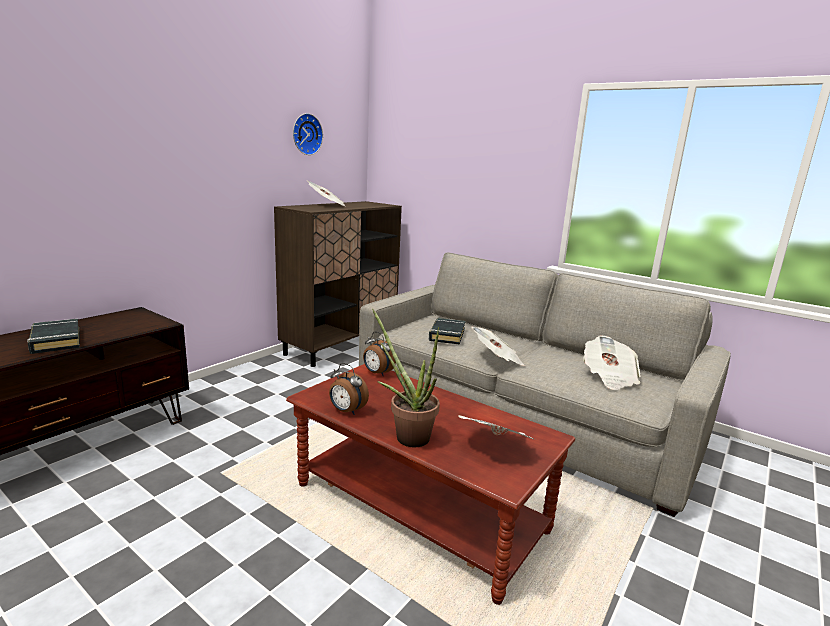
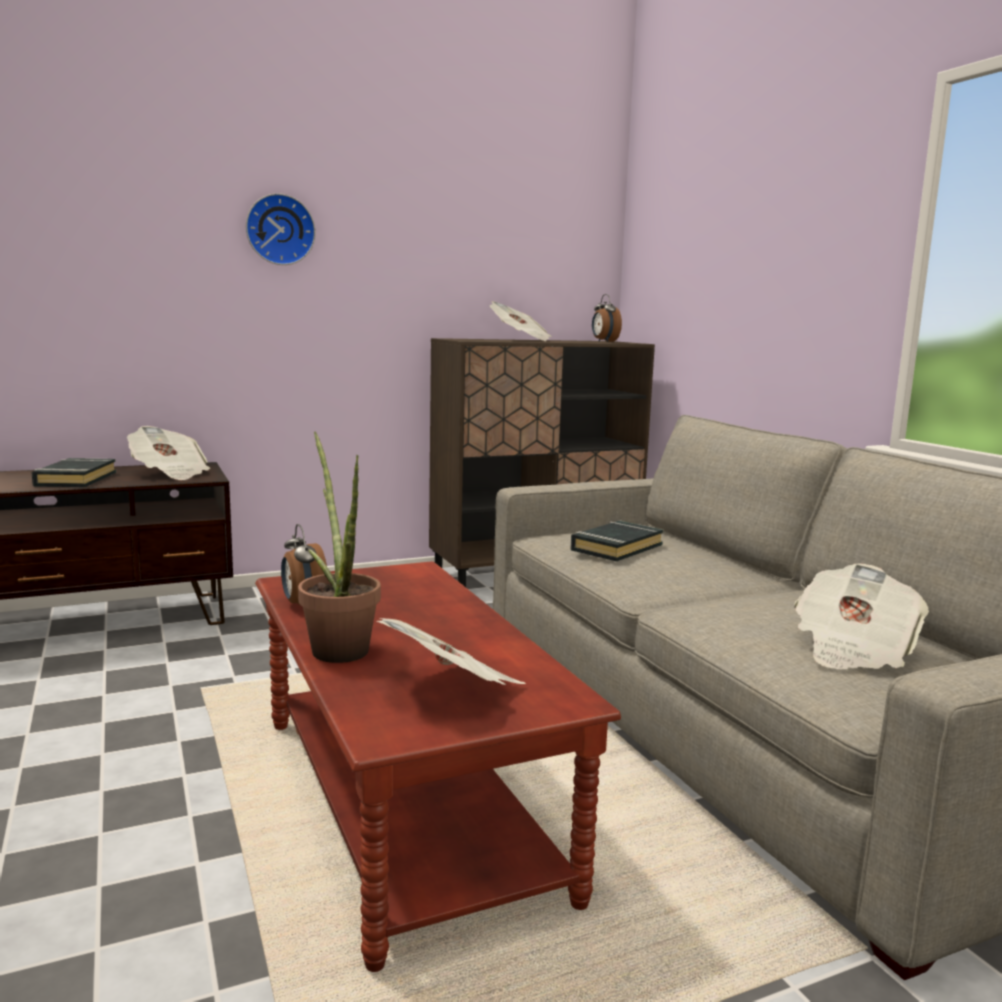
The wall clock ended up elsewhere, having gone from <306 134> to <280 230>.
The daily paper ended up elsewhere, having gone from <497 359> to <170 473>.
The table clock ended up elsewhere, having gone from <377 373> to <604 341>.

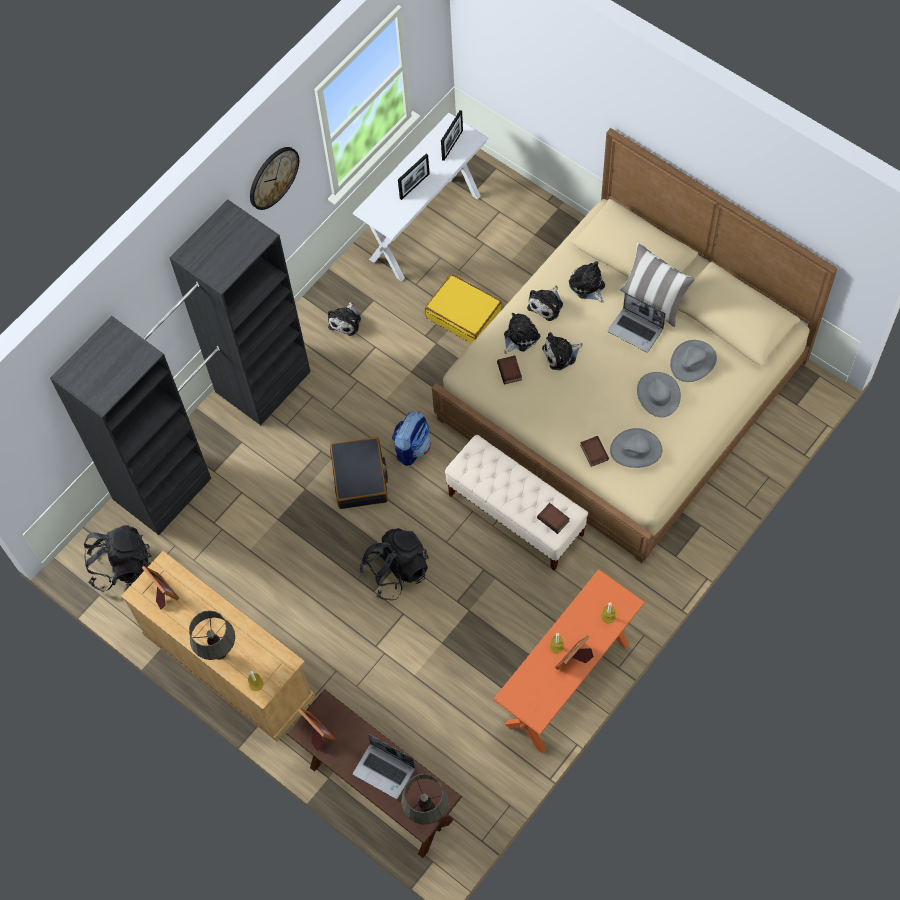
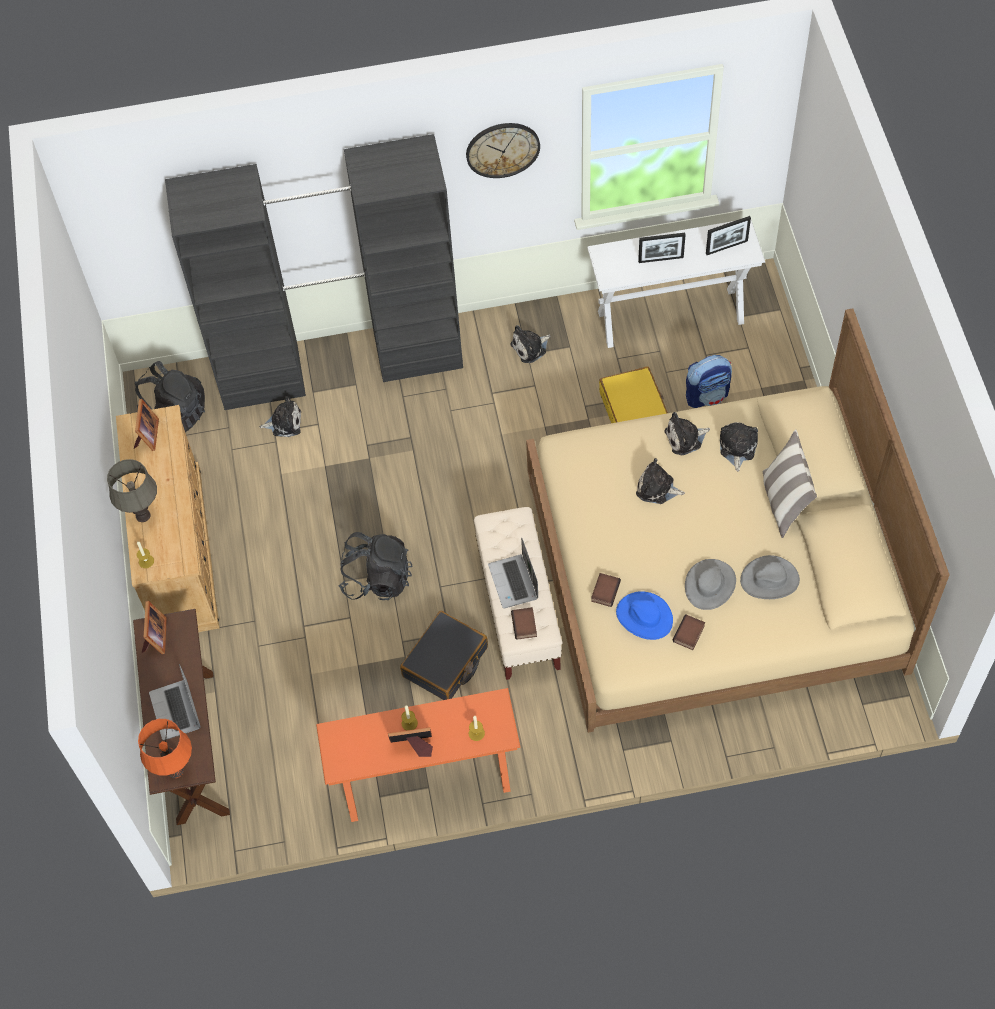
The laptop ended up elsewhere, having gone from <636 330> to <514 582>.
The soft toy ended up elsewhere, having gone from <519 337> to <284 423>.
The book ended up elsewhere, having gone from <510 371> to <689 634>.
The backpack ended up elsewhere, having gone from <412 447> to <707 395>.
What was the hat in grey at <636 450> turned into the hat in blue at <644 616>.
The suitcase in black ended up elsewhere, having gone from <360 477> to <445 662>.
What was the table lamp in grey at <427 812> turned into the table lamp in orange-coloured at <175 771>.

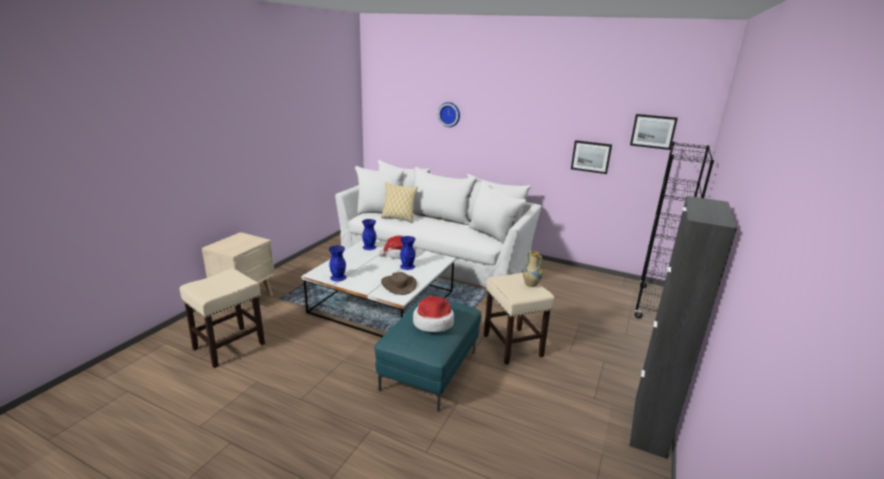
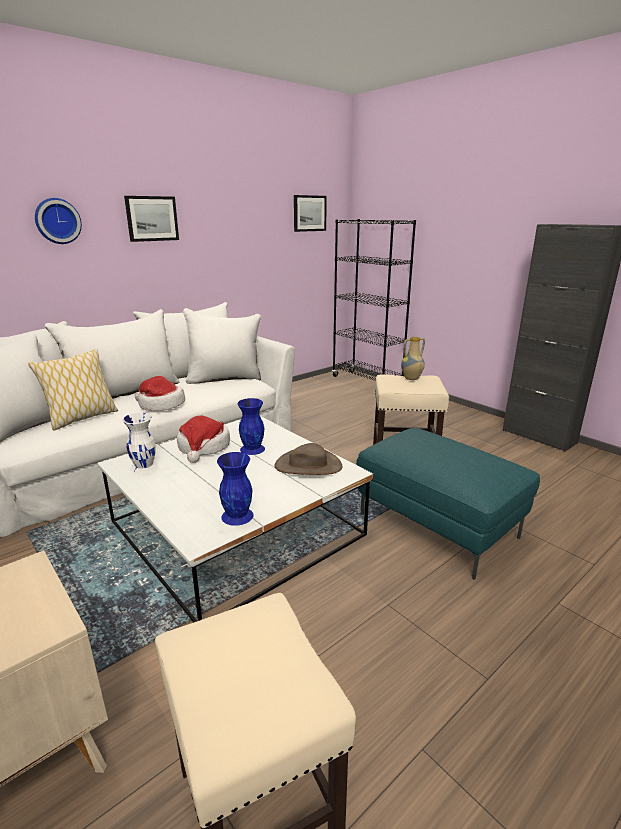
The wall art ended up elsewhere, having gone from <591 156> to <152 218>.
What was the vase in blue at <369 247> turned into the vase in white at <144 467>.
The hat ended up elsewhere, having gone from <433 322> to <160 405>.

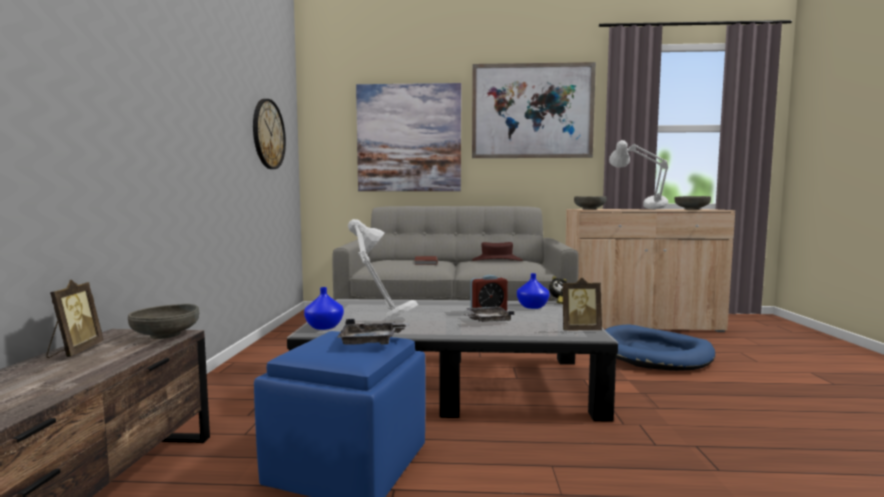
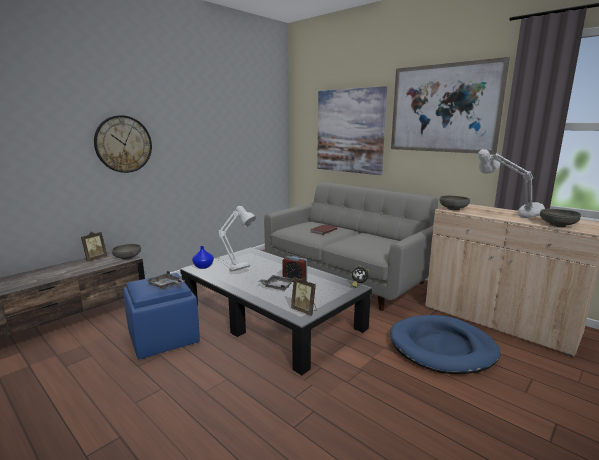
The wall clock ended up elsewhere, having gone from <268 134> to <123 144>.
The second view lost the hat in brown at <497 260>.
The second view lost the vase in blue at <532 306>.

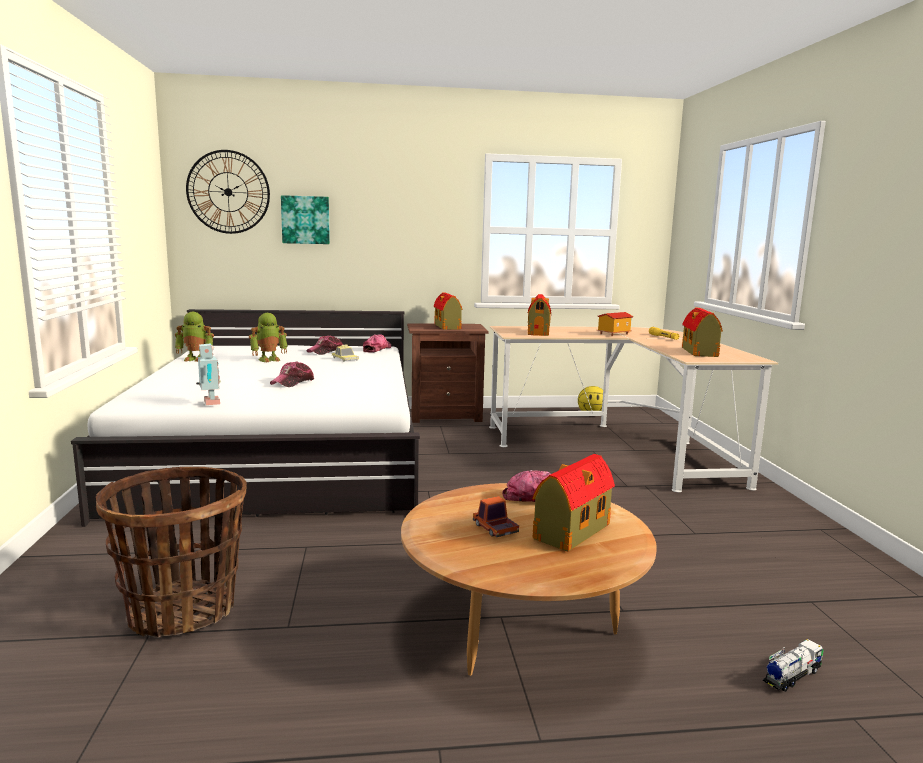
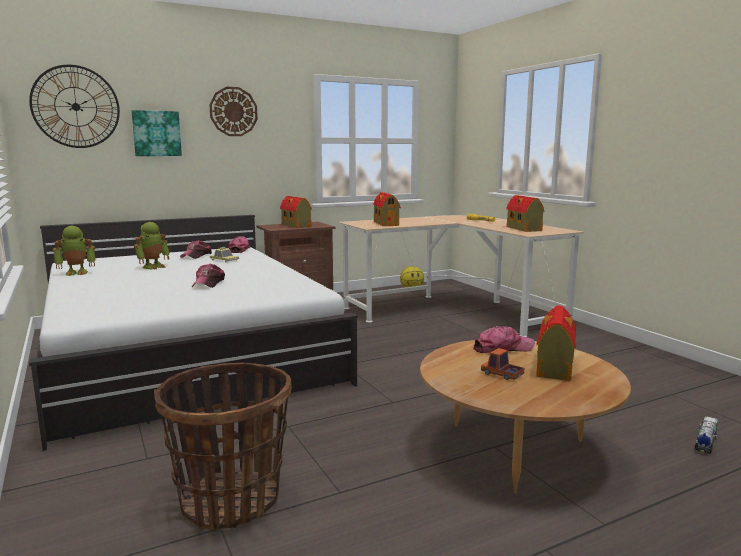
The second view lost the model house at <613 334>.
The second view lost the robot figure at <209 403>.
The second view gained the wall clock at <233 111>.

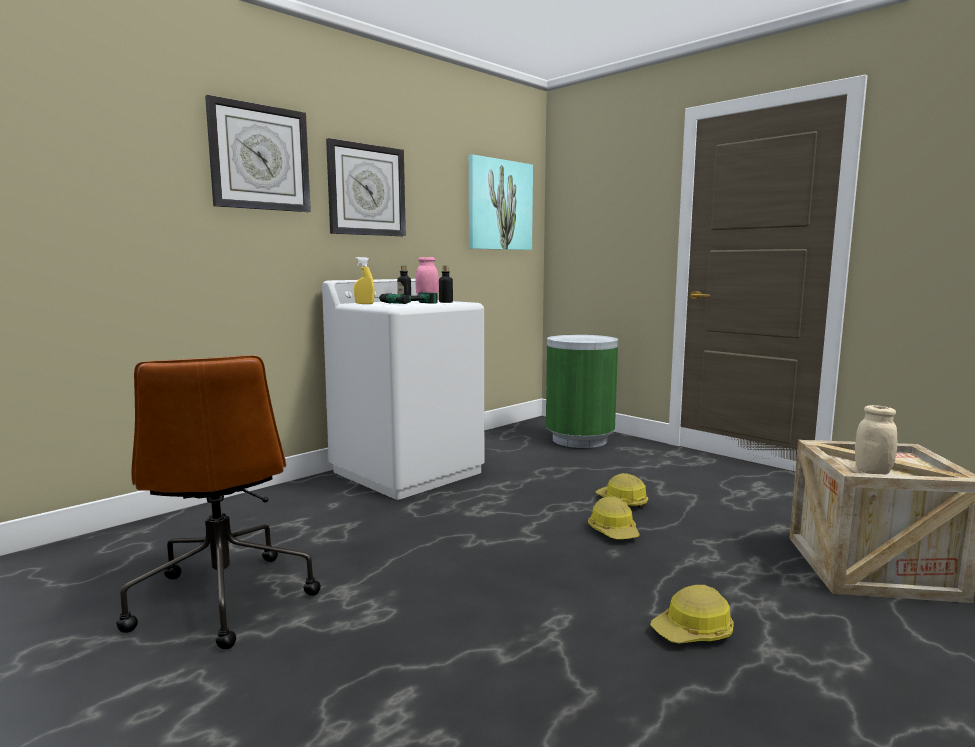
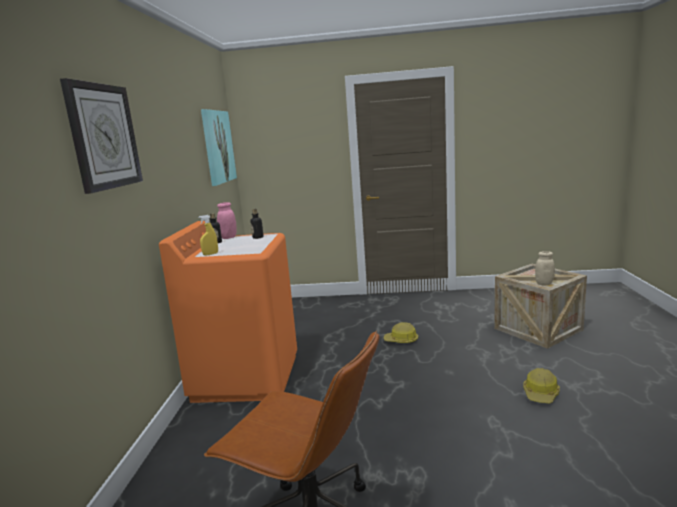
The second view lost the wall clock at <366 190>.
What was the laundry appliance in white at <408 472> turned into the laundry appliance in orange-coloured at <246 376>.
The second view lost the electric drill at <403 303>.
The second view lost the rubbish bin in greenish at <580 440>.
The second view lost the safety helmet at <614 531>.

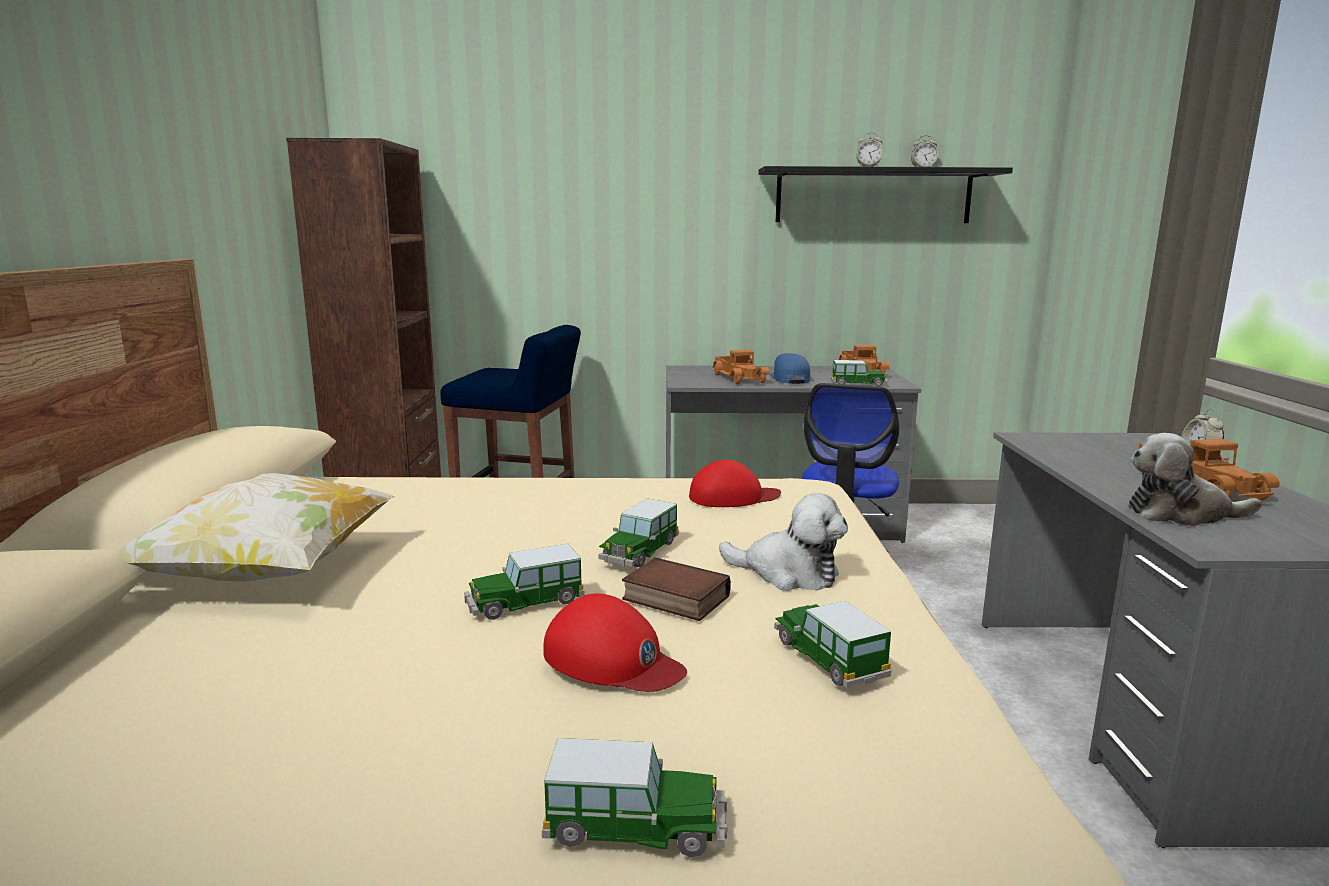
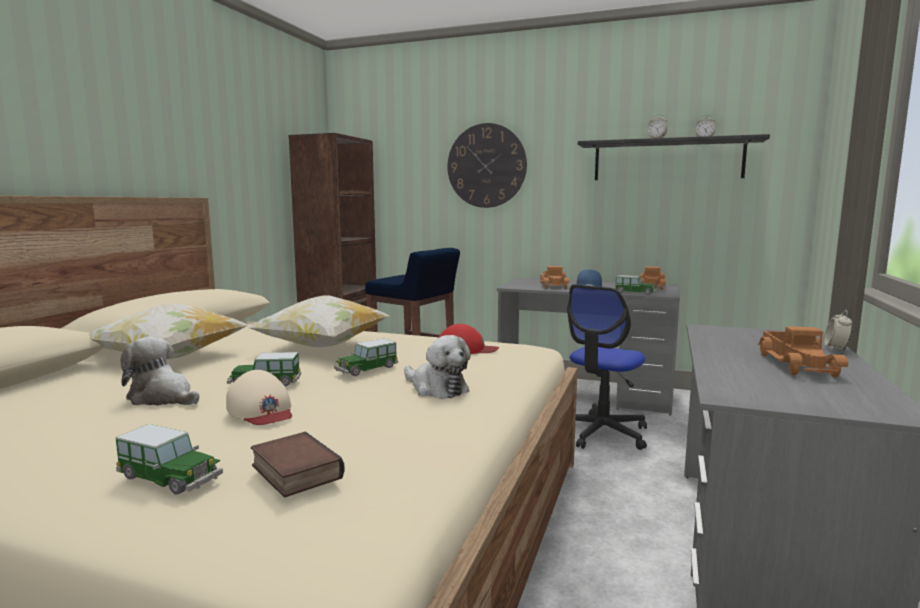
The soft toy ended up elsewhere, having gone from <1181 514> to <163 398>.
The book ended up elsewhere, having gone from <673 598> to <293 472>.
What was the peaked cap in reddish at <612 660> turned into the peaked cap in beige-coloured at <261 410>.
The second view lost the toy car at <828 658>.
The second view gained the wall clock at <486 166>.
The second view gained the pillow at <322 346>.

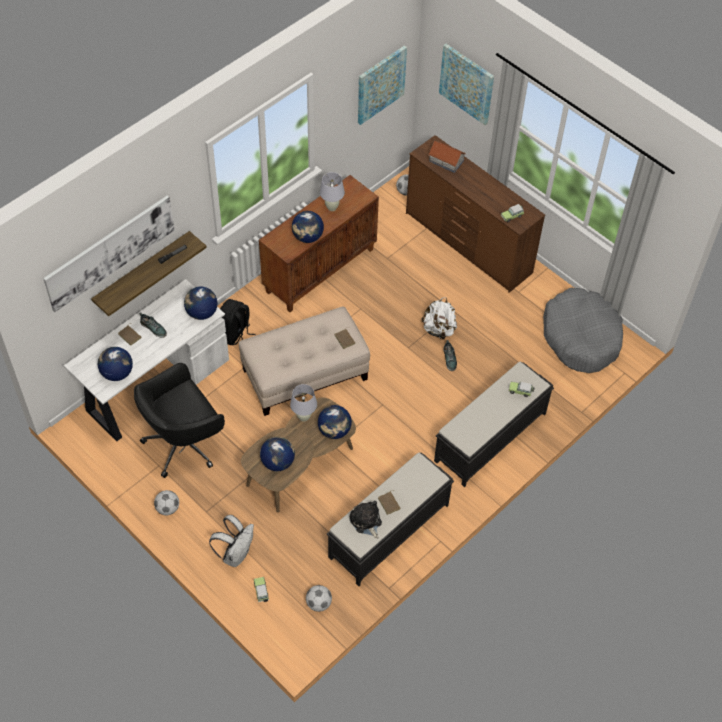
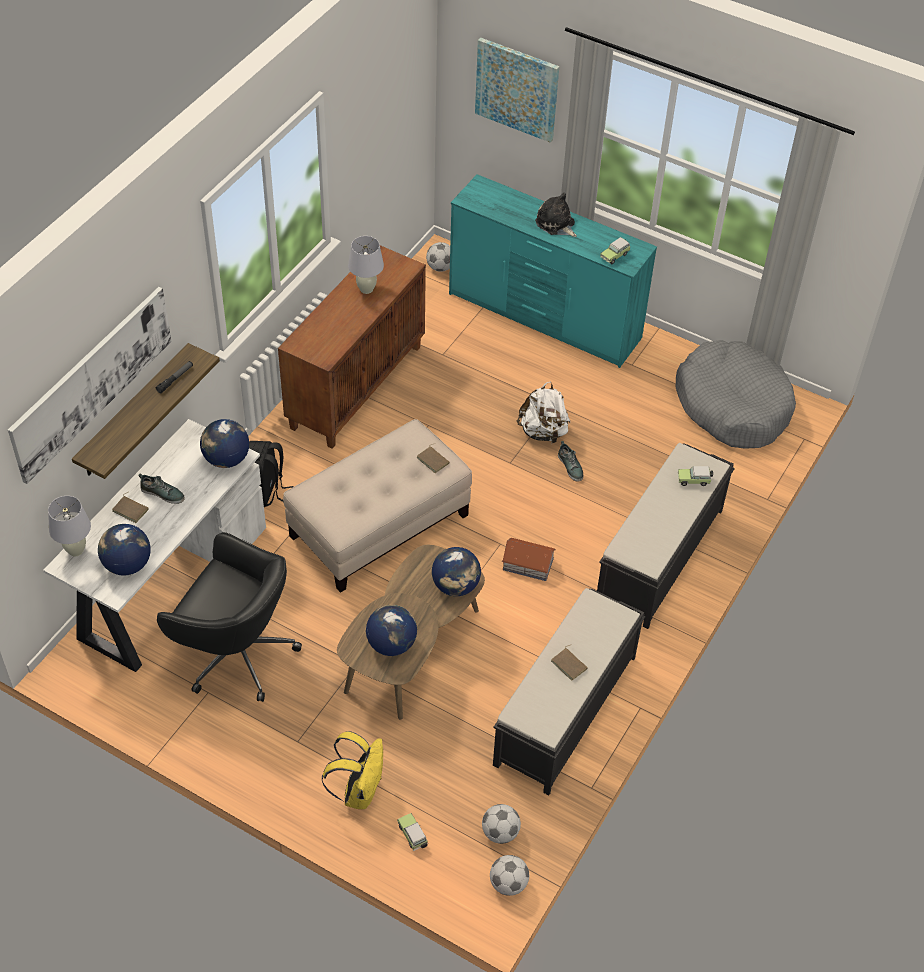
The second view lost the wall art at <380 84>.
What was the chest of drawers in brown at <468 243> turned into the chest of drawers in turquoise-coloured at <544 317>.
The model house ended up elsewhere, having gone from <446 161> to <528 564>.
The second view lost the world globe at <308 237>.
The desk chair in black at <184 443> ended up facing another way, 105 degrees counterclockwise from before.
The table lamp in white ended up elsewhere, having gone from <304 417> to <76 550>.
The football ended up elsewhere, having gone from <167 508> to <508 884>.
The soft toy ended up elsewhere, having gone from <366 522> to <556 224>.
What was the backpack in white at <236 554> turned into the backpack in yellow at <359 791>.

